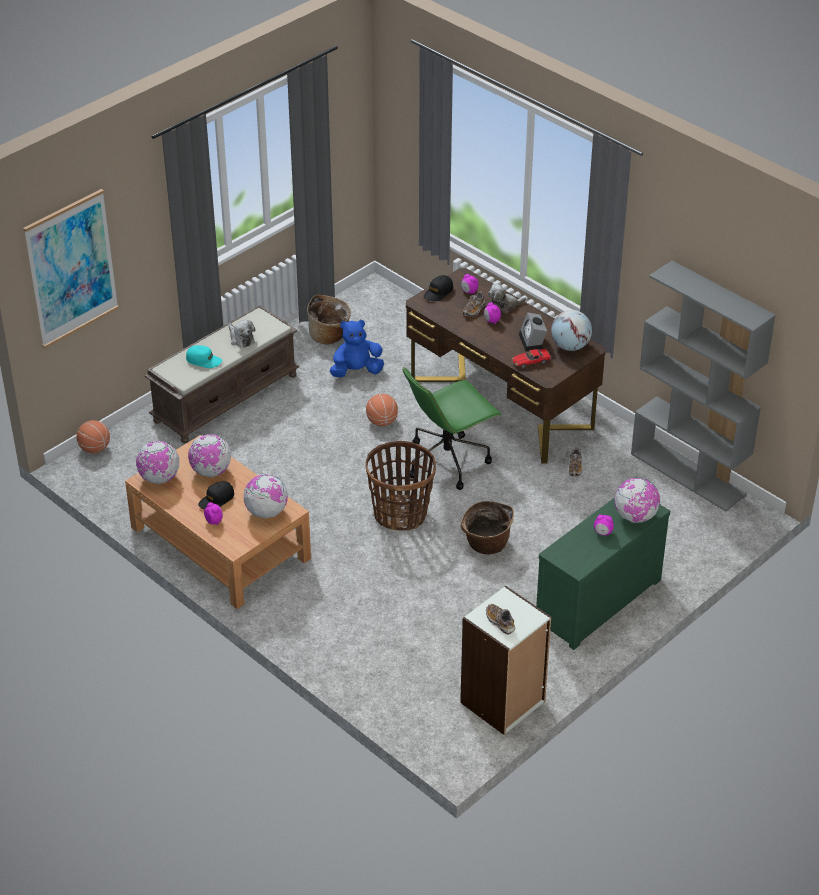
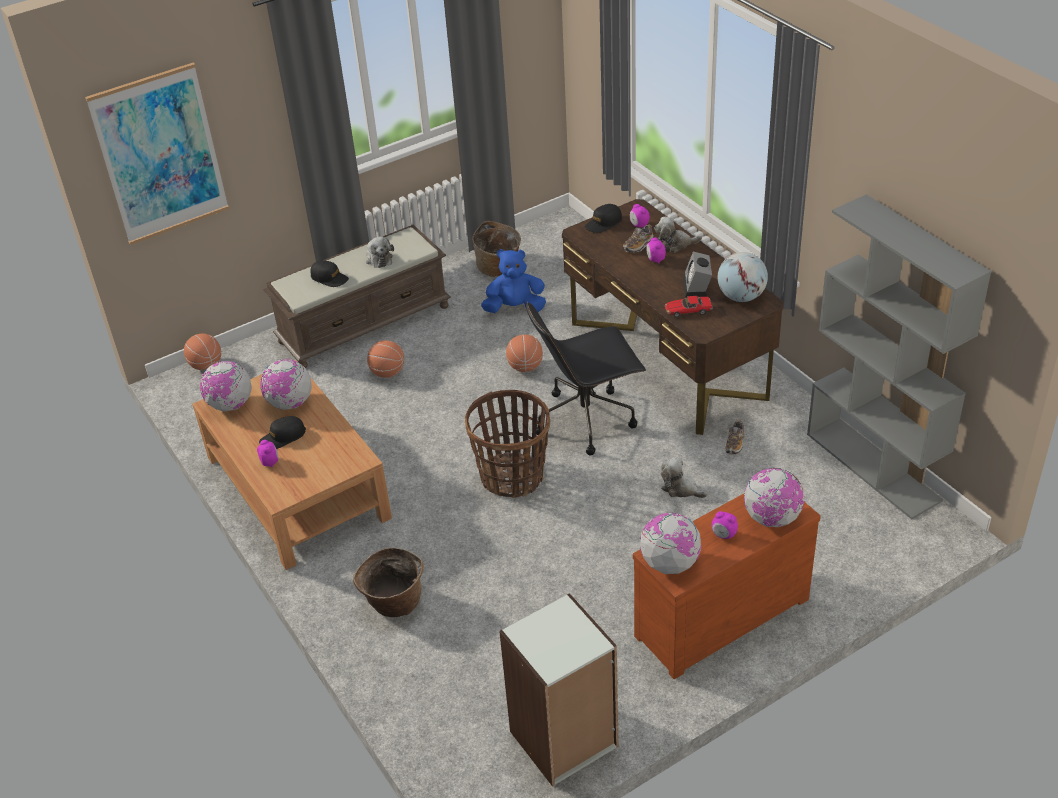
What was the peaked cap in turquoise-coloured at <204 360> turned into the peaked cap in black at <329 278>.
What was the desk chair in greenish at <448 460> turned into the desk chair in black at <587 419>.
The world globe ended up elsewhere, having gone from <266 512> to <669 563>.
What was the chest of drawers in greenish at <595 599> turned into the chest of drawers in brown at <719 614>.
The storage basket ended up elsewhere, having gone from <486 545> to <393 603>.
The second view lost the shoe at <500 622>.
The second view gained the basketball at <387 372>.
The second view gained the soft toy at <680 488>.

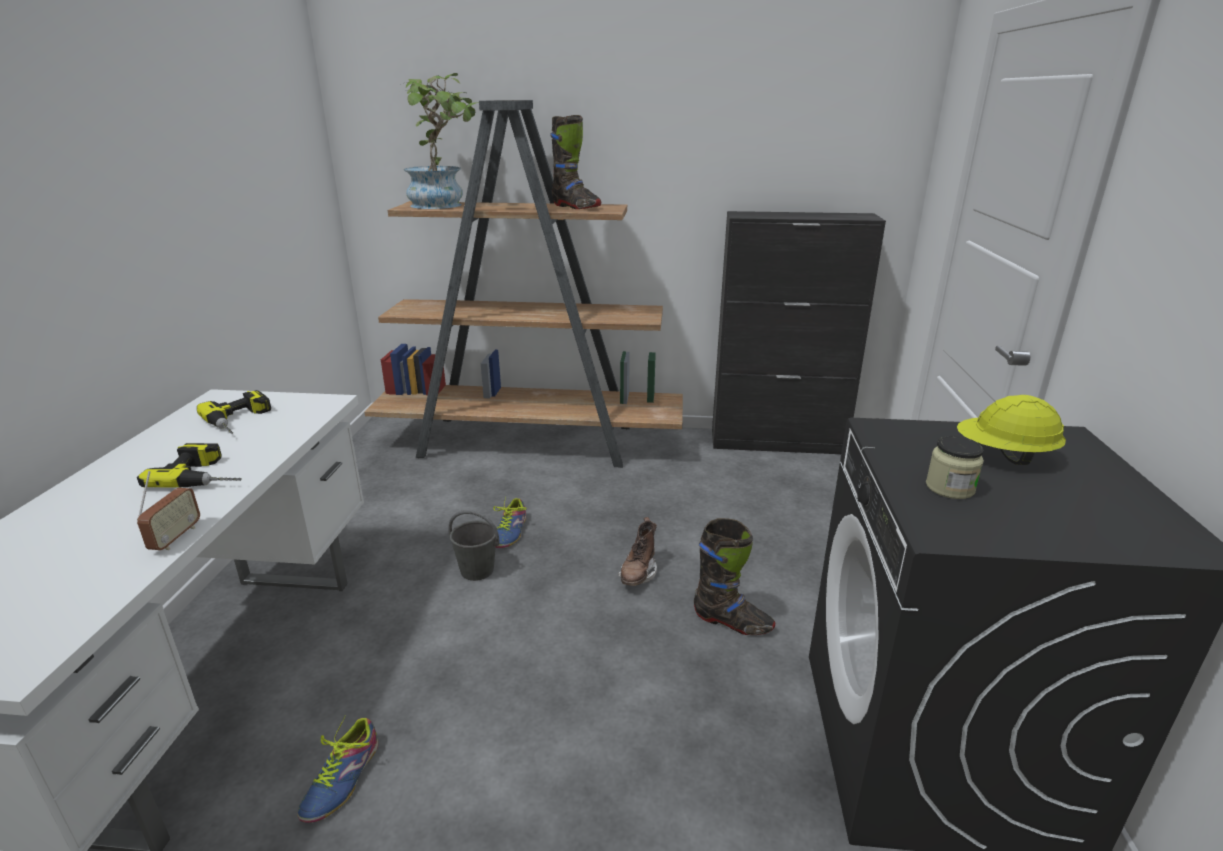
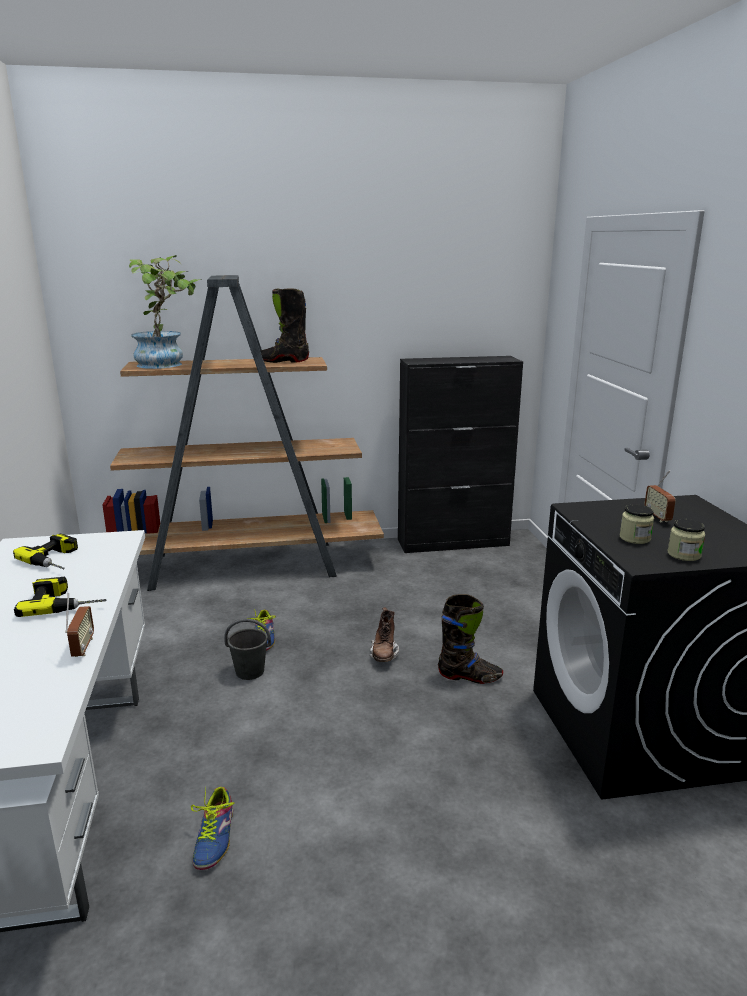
The high-top boot in black at <575 207> ended up facing another way, 150 degrees clockwise from before.
Where the safety helmet in yellow stood at <1004 457>, the radio came to stand at <657 517>.
The second view gained the preserve jar at <684 554>.

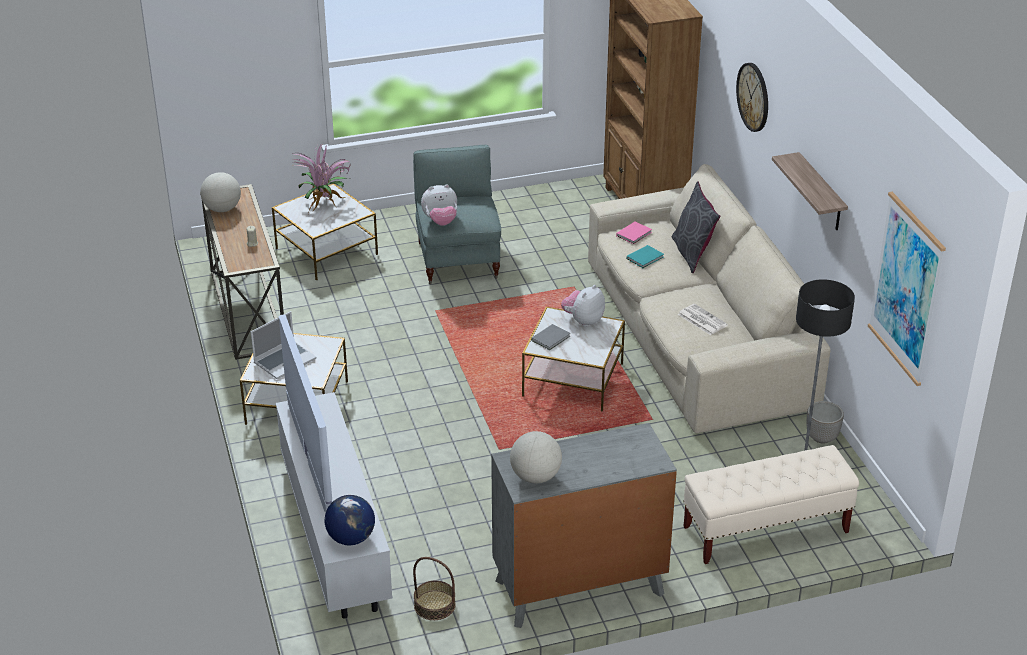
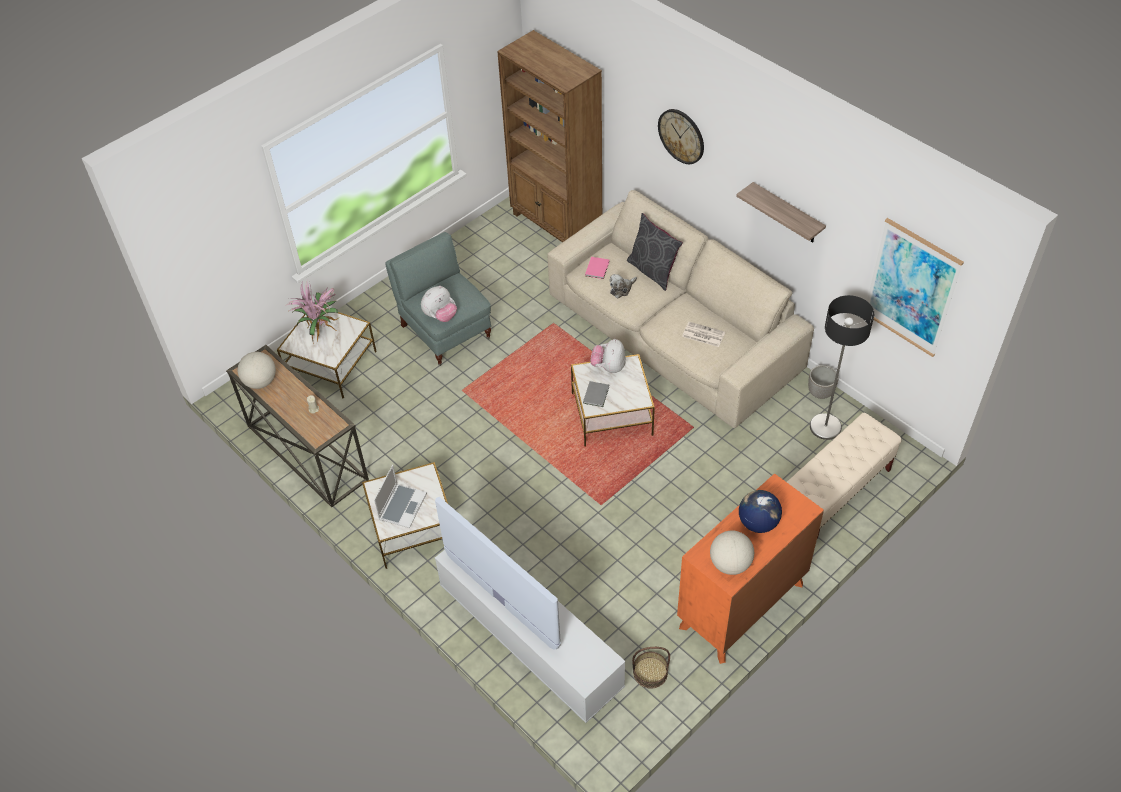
Where the book in turquoise-coloured stood at <646 258>, the soft toy came to stand at <622 289>.
What was the chest of drawers in grey at <579 587> turned into the chest of drawers in orange-coloured at <741 605>.
The world globe ended up elsewhere, having gone from <351 538> to <758 523>.

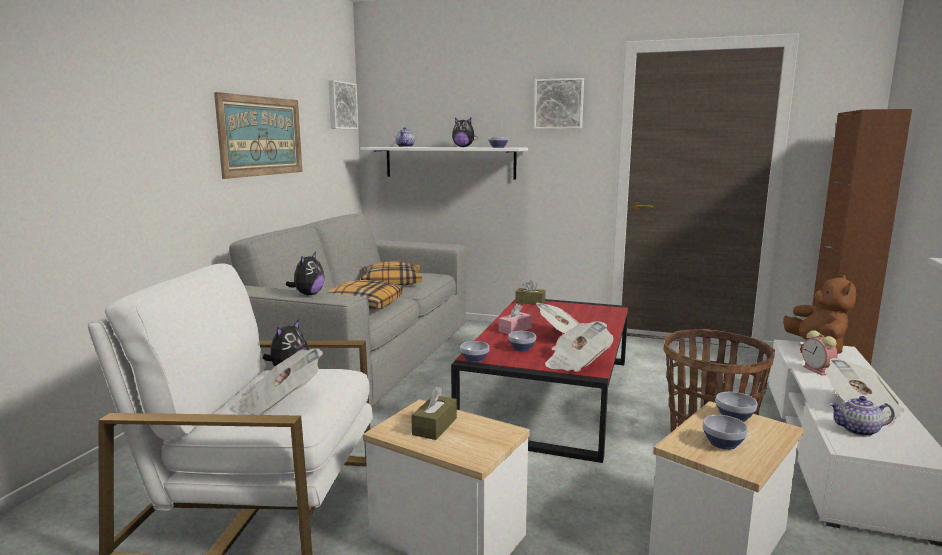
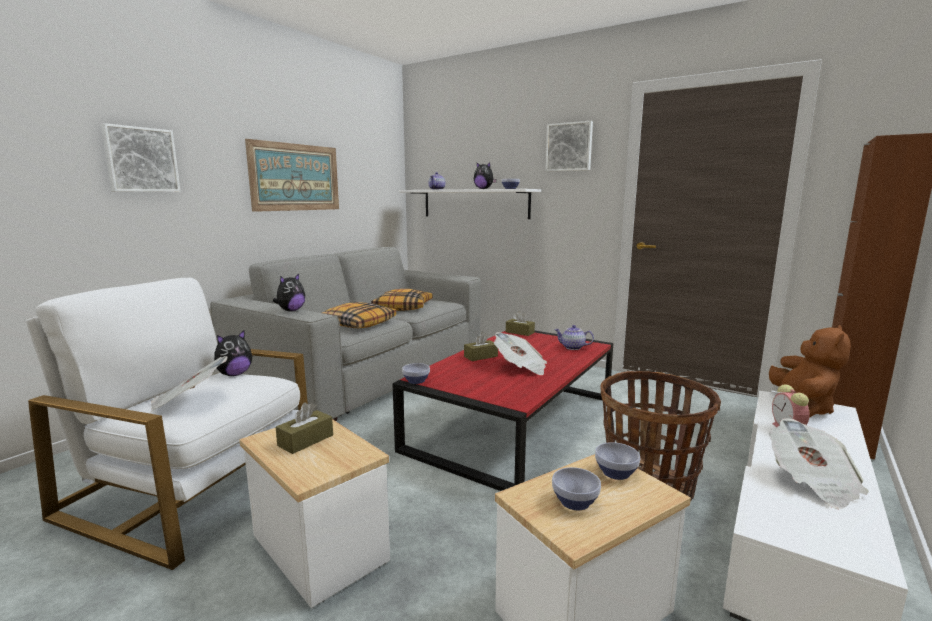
The wall art ended up elsewhere, having gone from <341 105> to <141 160>.
What was the tissue box in pink at <515 329> turned into the tissue box in brown at <481 356>.
The second view lost the daily paper at <577 363>.
The second view lost the deep dish at <521 348>.
The teapot ended up elsewhere, having gone from <858 431> to <572 347>.

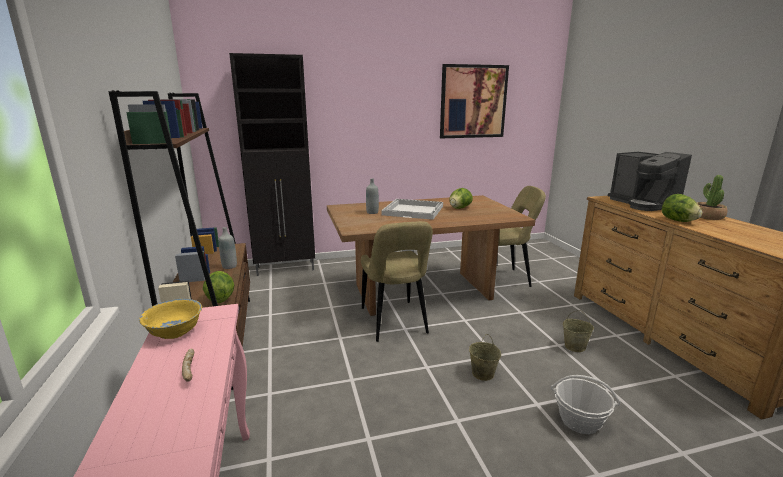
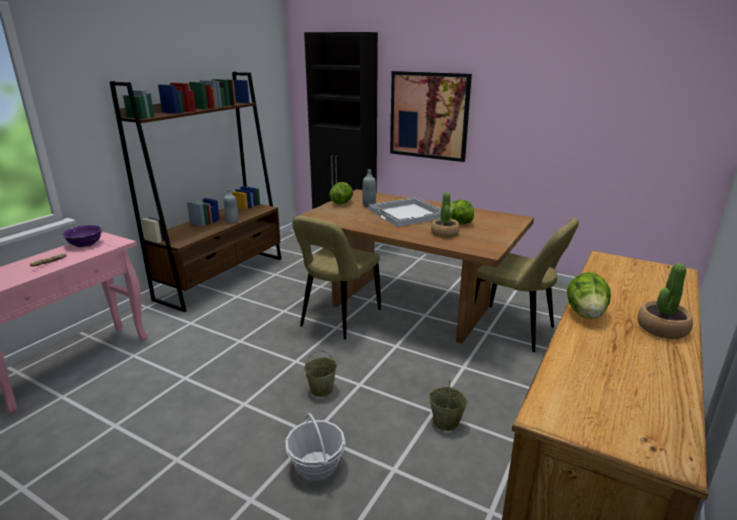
The wall art ended up elsewhere, having gone from <473 102> to <429 115>.
The second view lost the coffee maker at <643 204>.
The lettuce ended up elsewhere, having gone from <220 299> to <342 203>.
What was the deep dish in yellow at <174 331> turned into the deep dish in purplish at <85 243>.
The second view gained the plant in a pot at <444 233>.

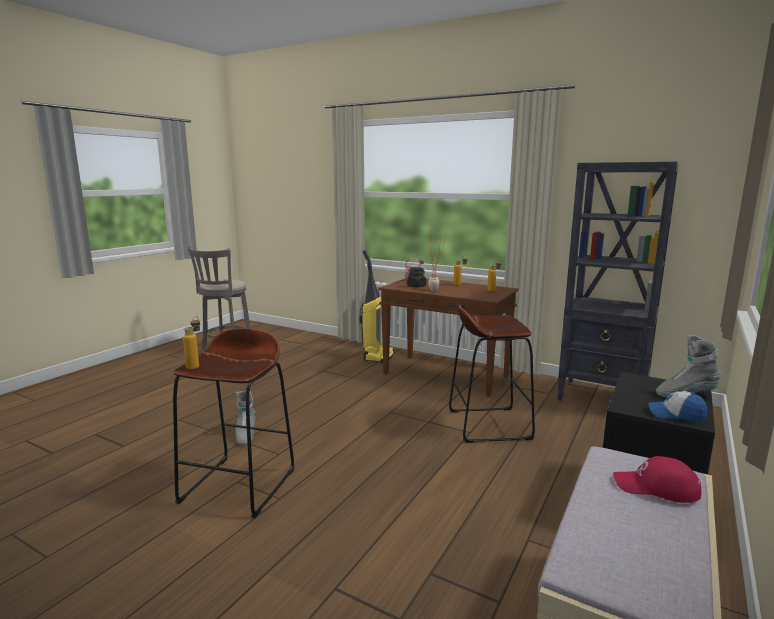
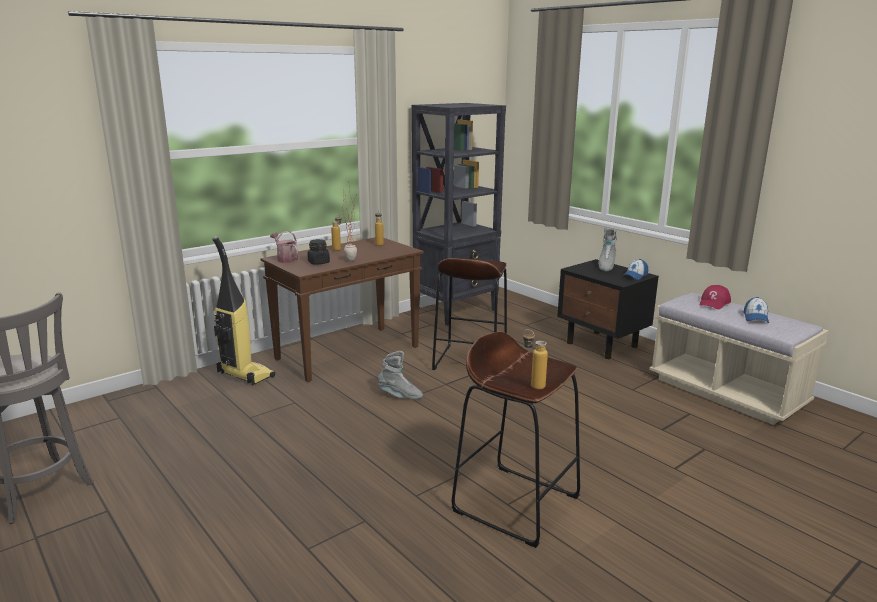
The high-top boot in grey ended up elsewhere, having gone from <245 435> to <400 396>.
The second view gained the peaked cap at <755 317>.

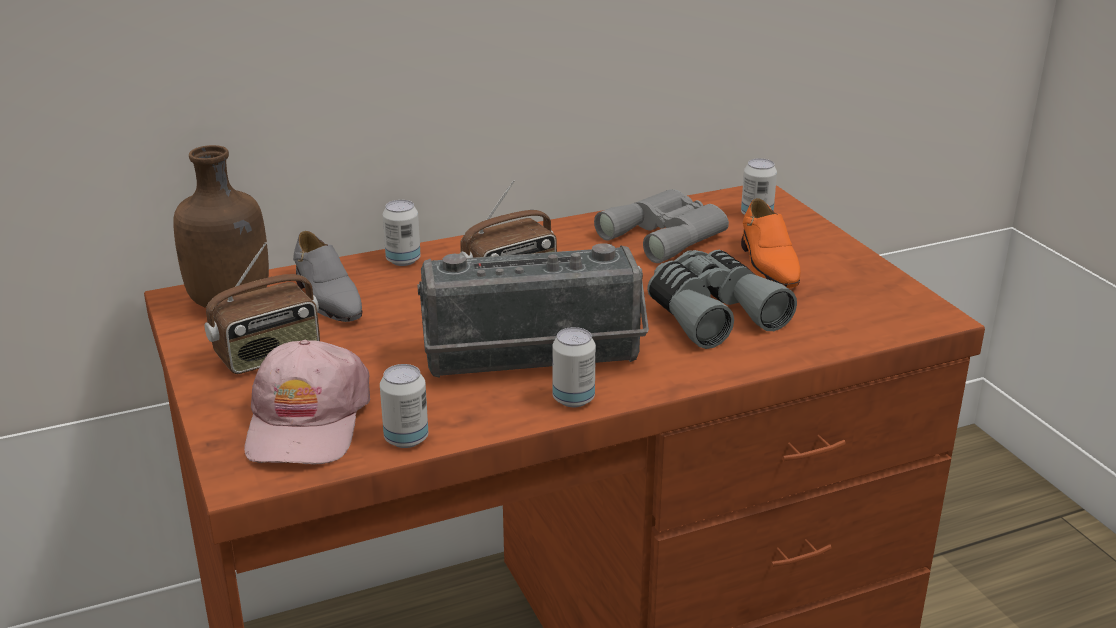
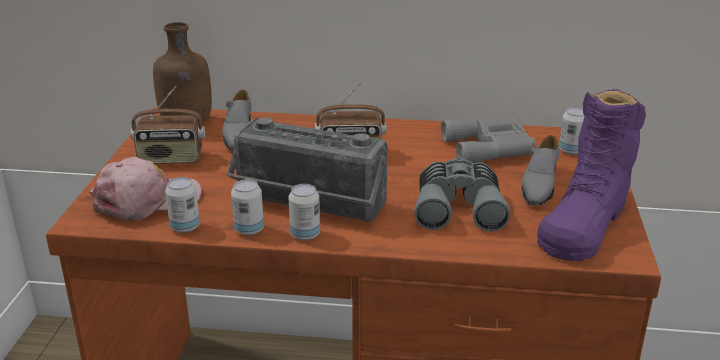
What was the shoe in orange-coloured at <768 265> turned into the shoe in grey at <538 186>.
The sealed can ended up elsewhere, having gone from <403 260> to <249 230>.
The peaked cap in pink at <306 422> ended up facing another way, 150 degrees counterclockwise from before.
The second view gained the high-top boot in purplish at <585 222>.

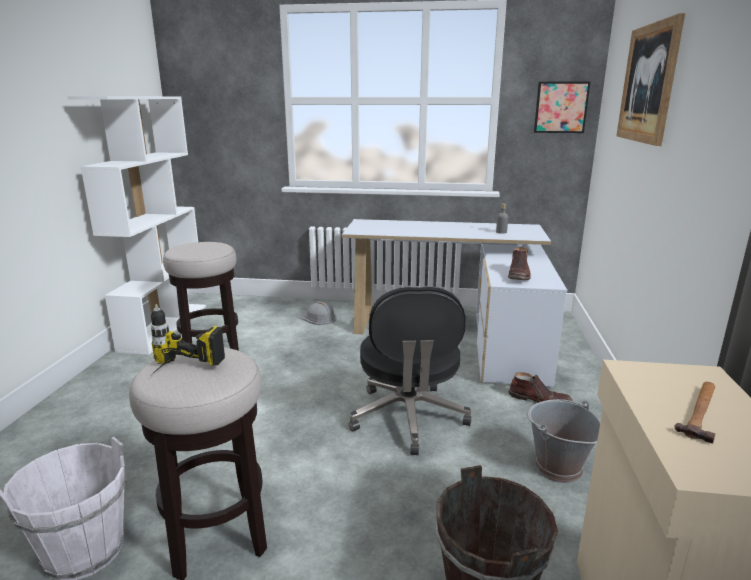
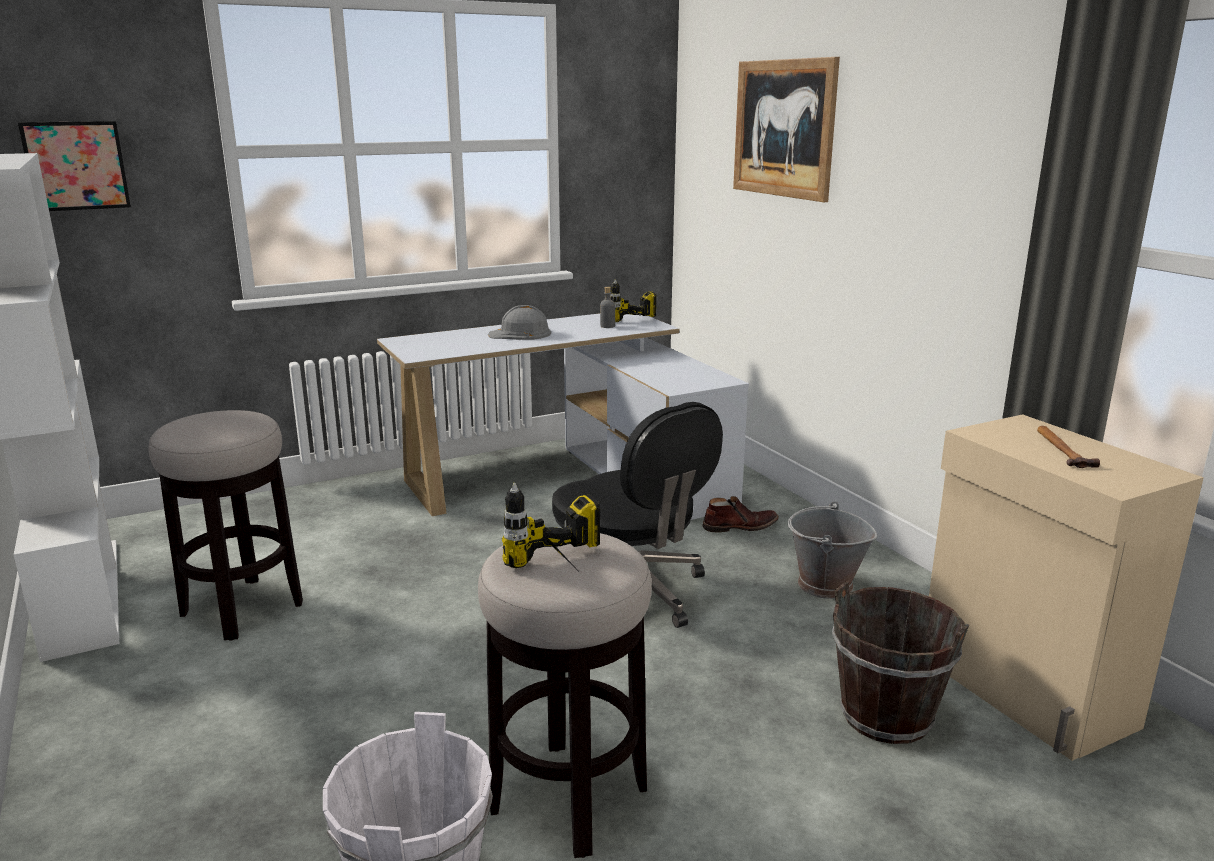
The wall art ended up elsewhere, having gone from <561 107> to <76 166>.
The second view lost the high-top boot in brown at <519 275>.
The safety helmet in grey ended up elsewhere, having gone from <318 318> to <520 334>.
The second view gained the electric drill at <637 324>.

